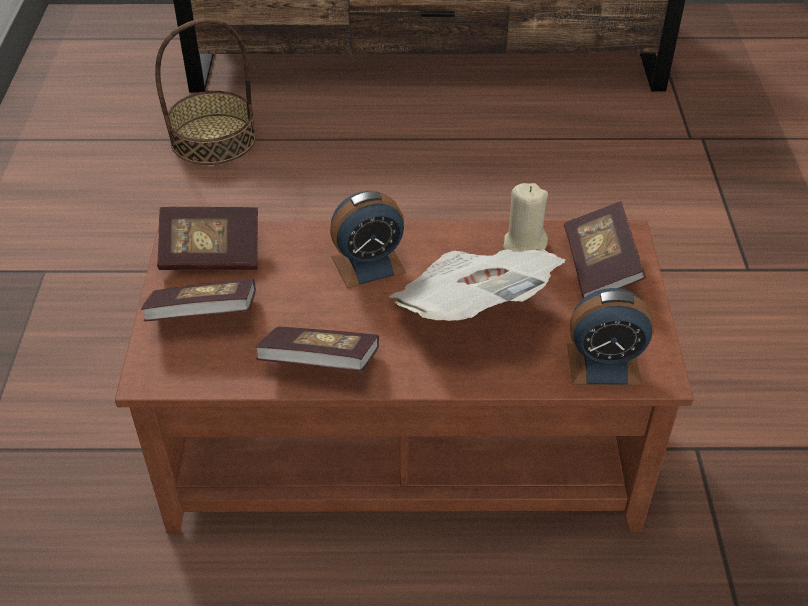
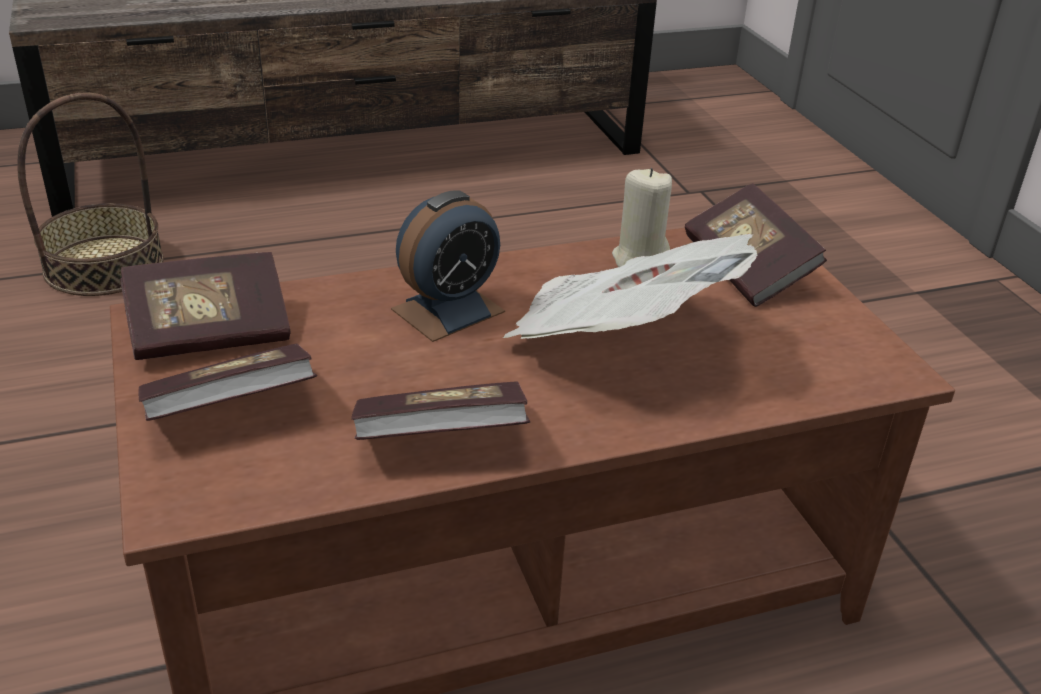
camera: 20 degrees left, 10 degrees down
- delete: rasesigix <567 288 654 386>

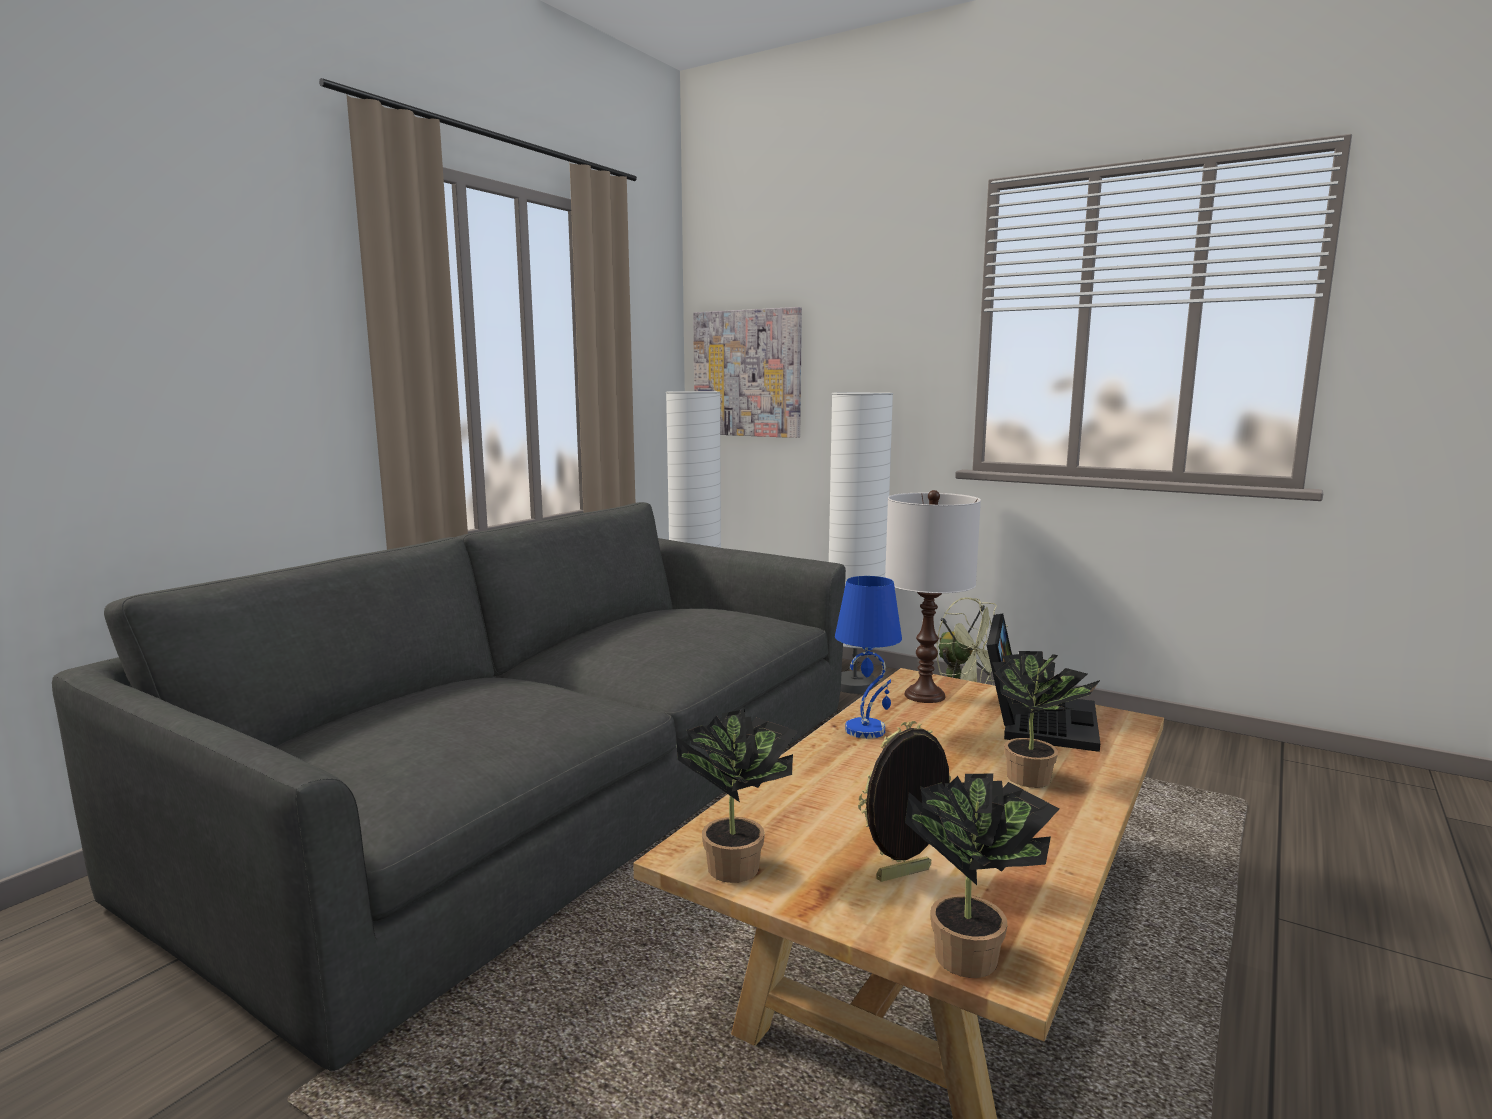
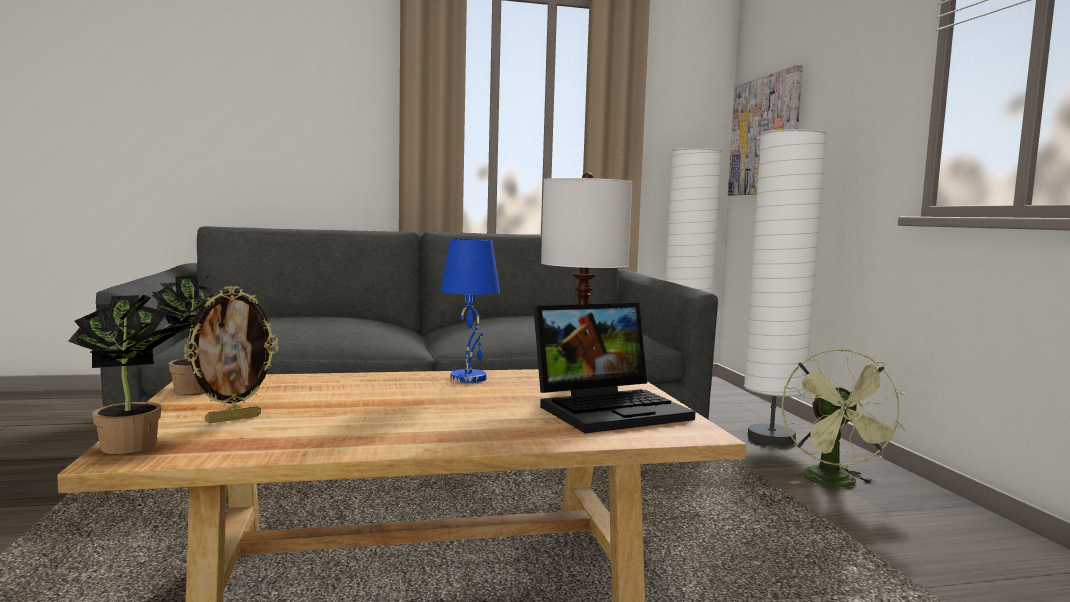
camera: 45 degrees right, 5 degrees down
- rotate: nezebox <858 721 951 882> = <183 286 278 423> 120 degrees clockwise
- delete: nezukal <992 651 1100 788>

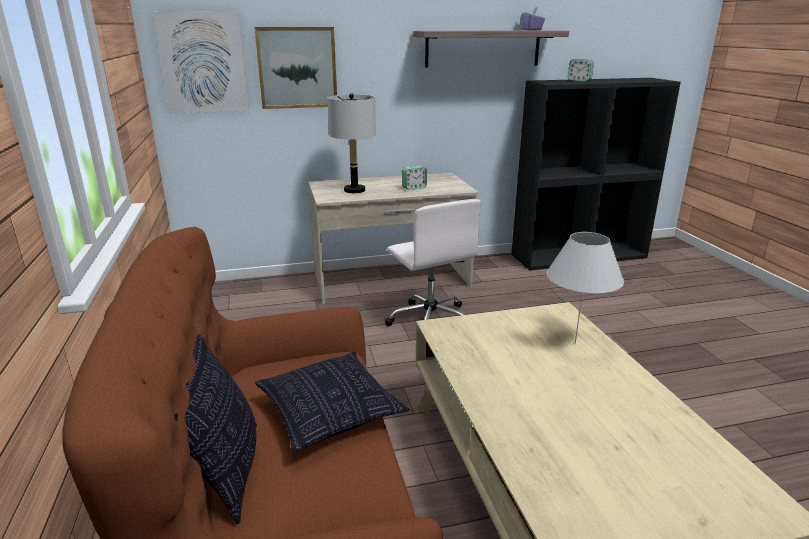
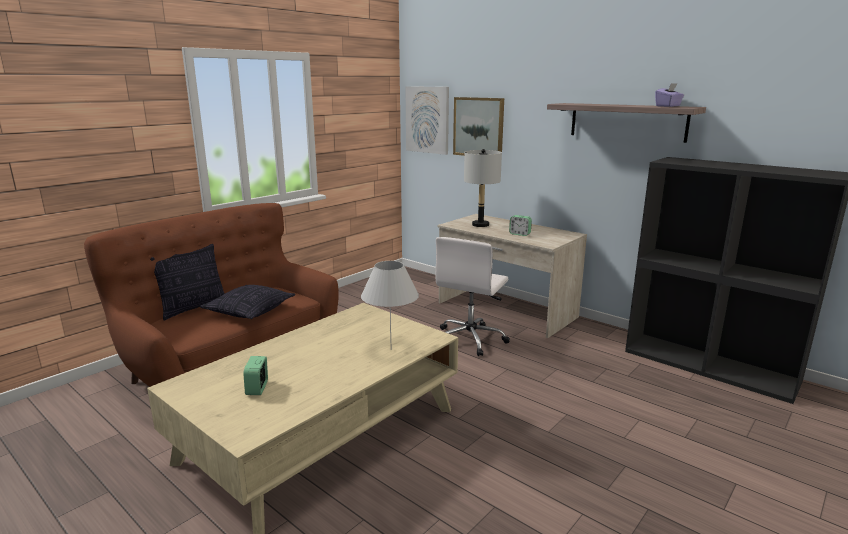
camera: 55 degrees right, 5 degrees down
- move: rasesigix <568 59 594 81> to <243 356 268 395>

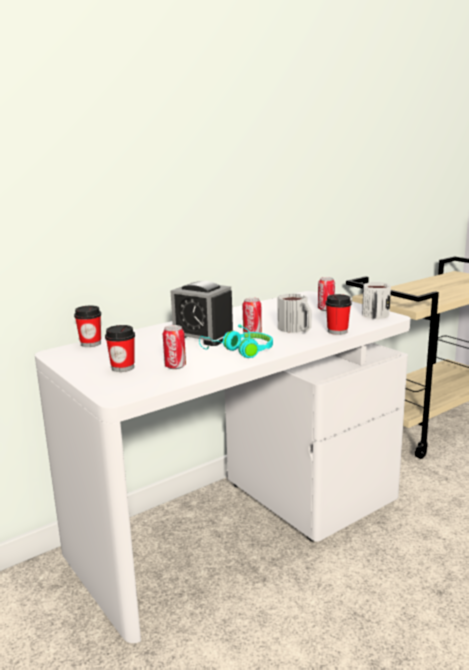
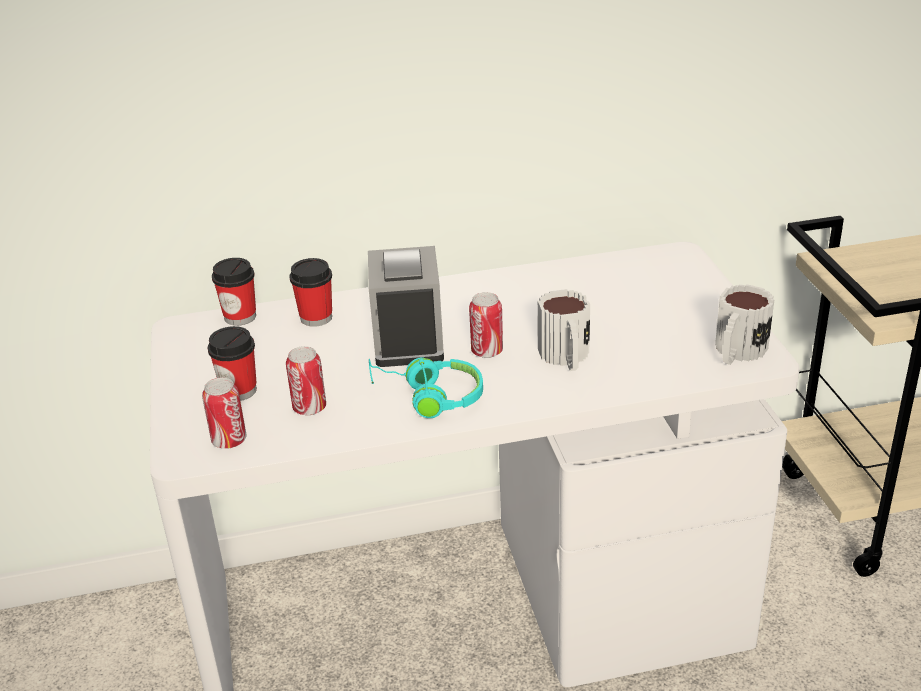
camera: 25 degrees right, 15 degrees up
- move: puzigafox <318 277 335 311> to <202 378 246 449>
- move: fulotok <325 294 352 335> to <289 258 332 327>
- rotate: rasesigix <171 281 235 346> = <368 246 444 367> 150 degrees counterclockwise

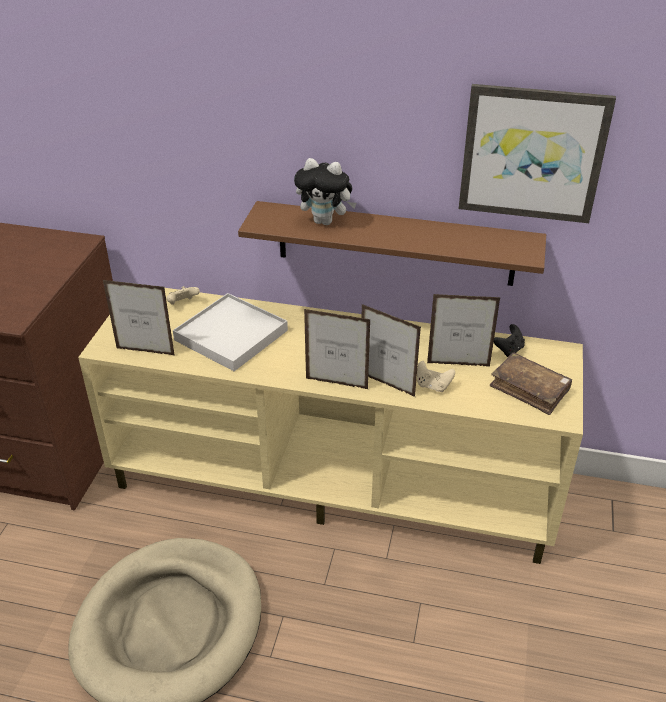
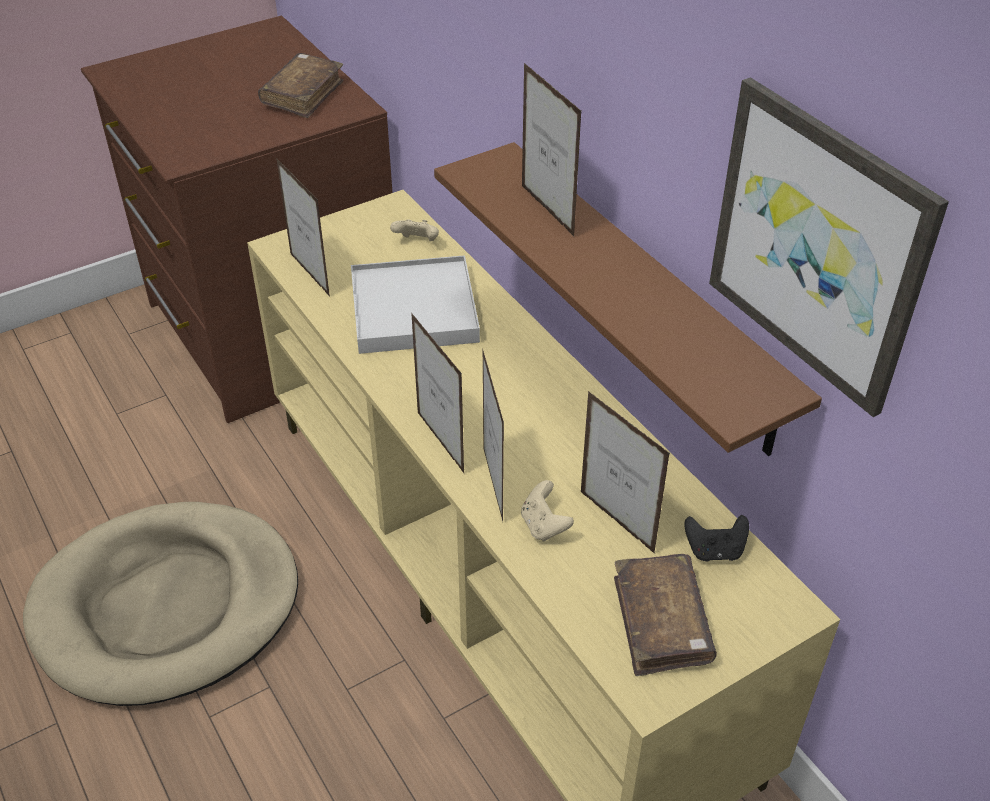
camera: 45 degrees right, 5 degrees up
- insert: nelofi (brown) <258 53 343 118>
- replace: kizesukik <294 158 357 225> to nezebox <522 63 582 237>

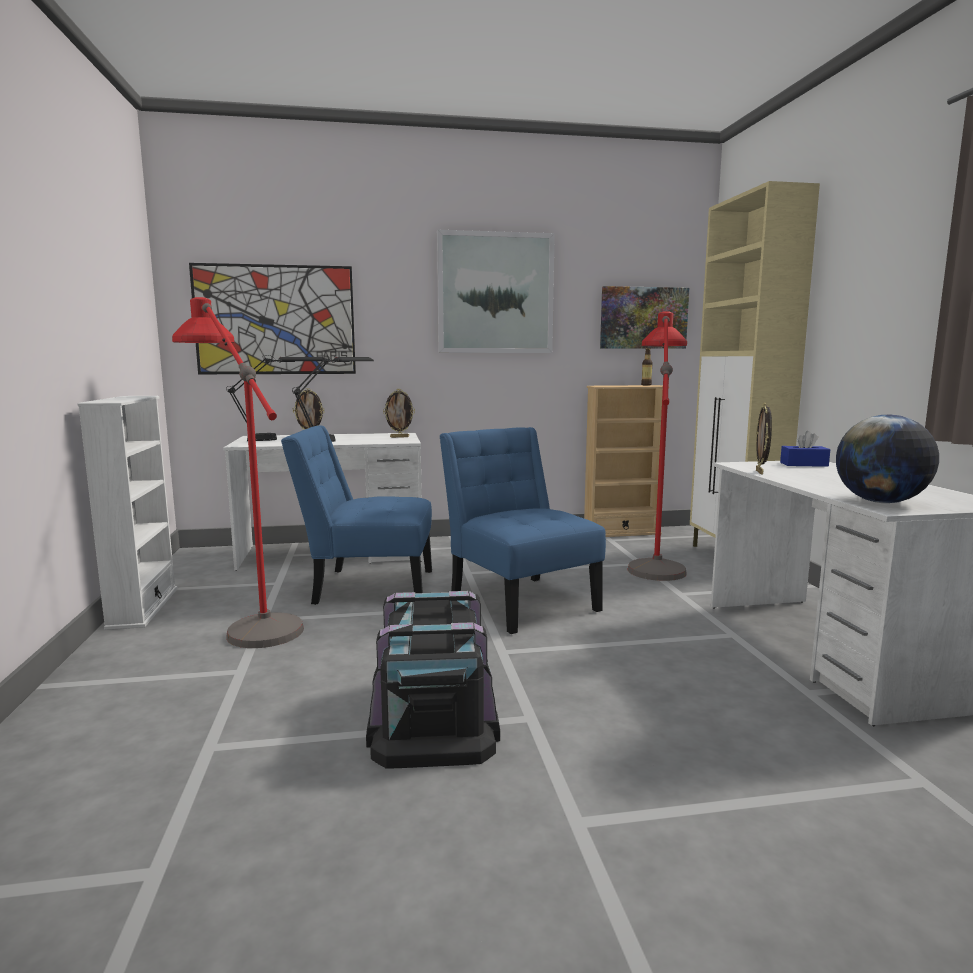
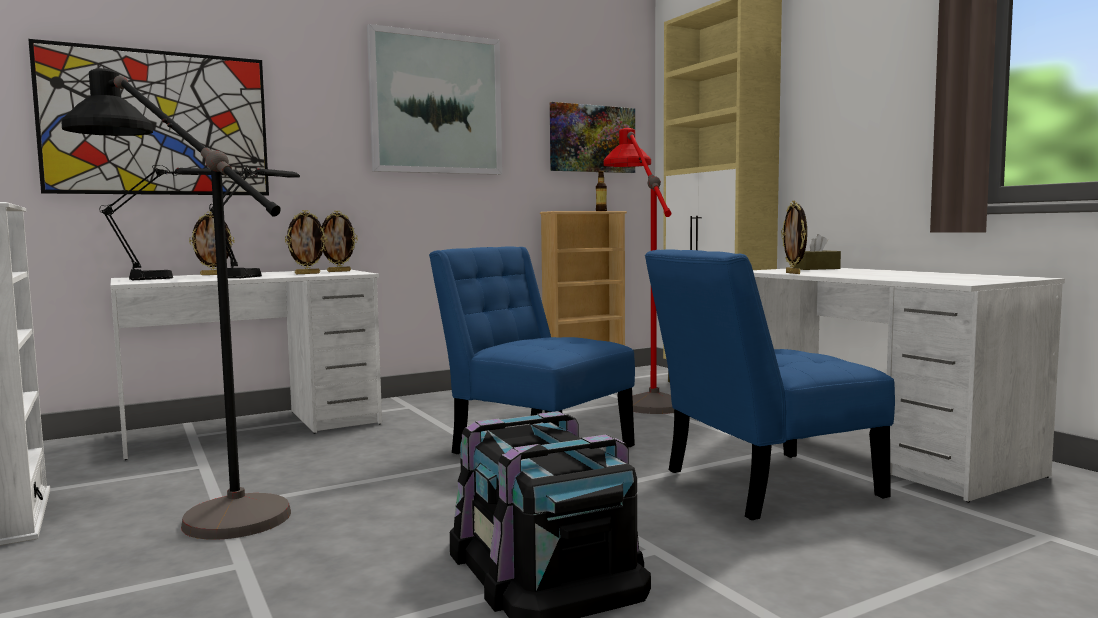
camera: 20 degrees left, 5 degrees down
- recolor: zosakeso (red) <172 297 304 648> to zosakeso (black) <62 68 291 540>
- insert: nezebox <285 210 328 274>
- move: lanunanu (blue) <281 426 432 605> to <645 249 895 520>
- recolor: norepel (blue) <780 431 831 467> to norepel (brown) <793 234 841 270>
- delete: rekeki <836 415 939 503>

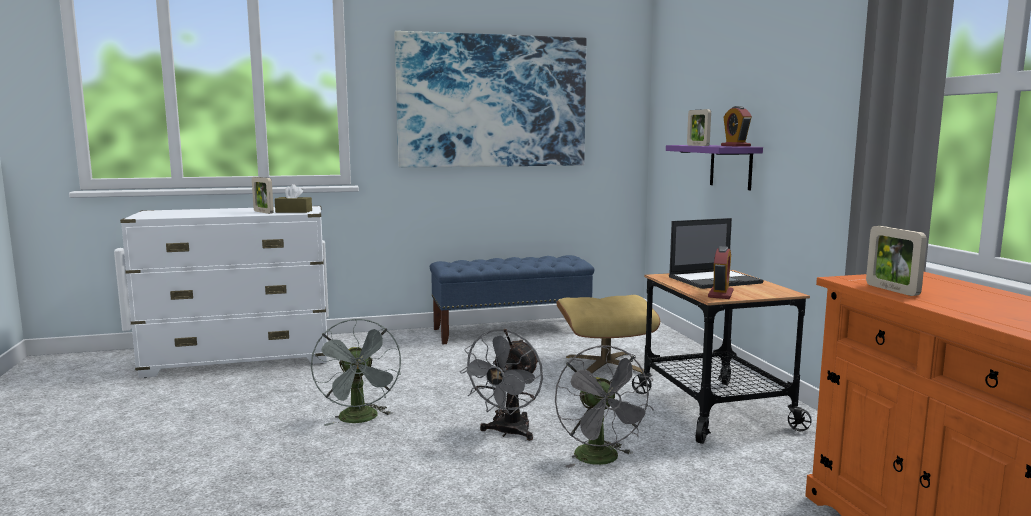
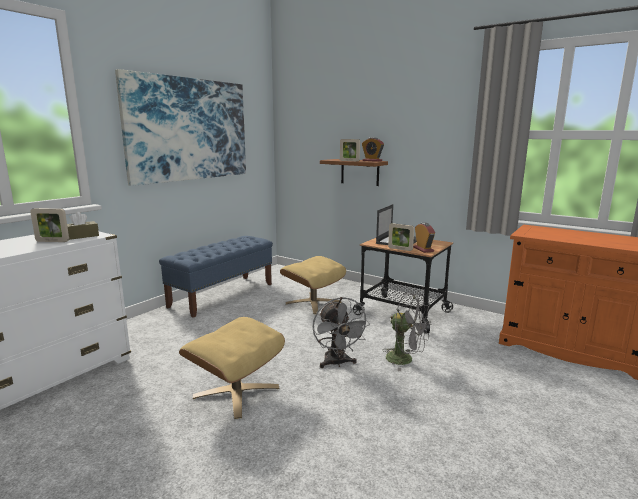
camera: 40 degrees left, 5 degrees up
- replace: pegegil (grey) <311 318 401 426> to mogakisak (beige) <179 317 285 419>
- recolor: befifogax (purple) <666 145 763 190> to befifogax (brown) <320 159 388 186>
- move: nezebox <866 226 927 296> to <388 223 414 251>

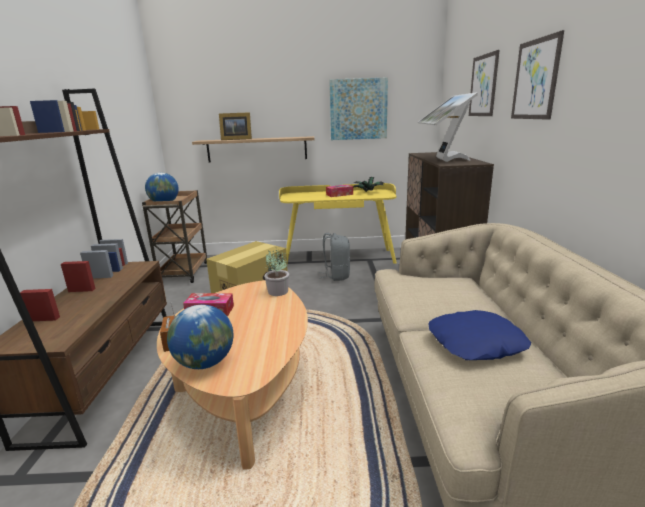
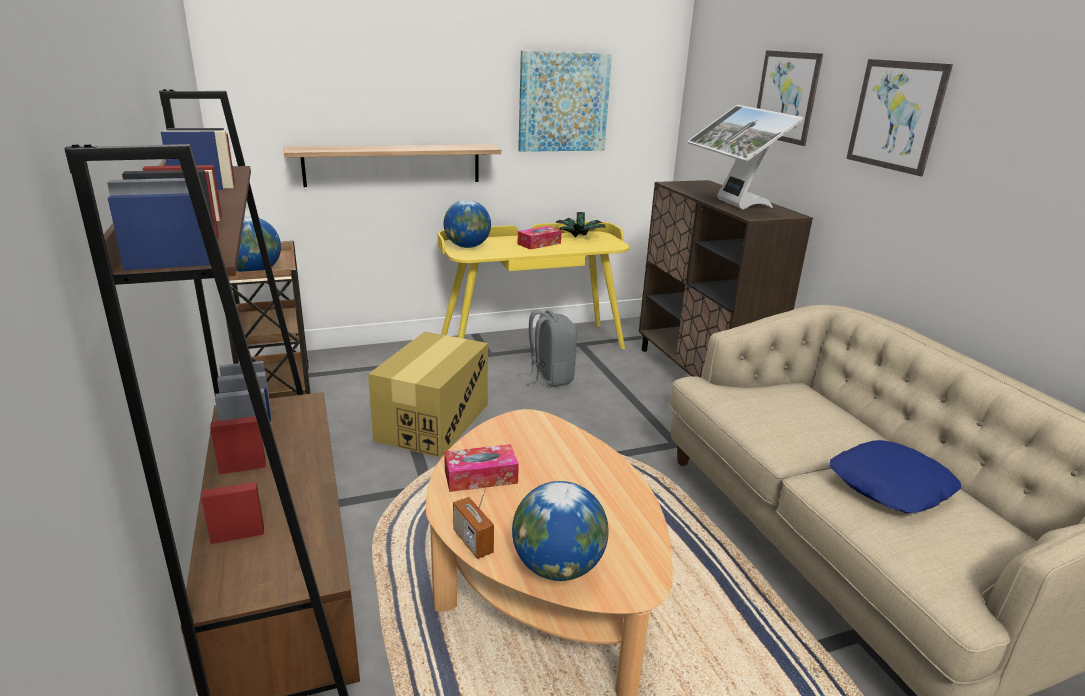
camera: 20 degrees left, 5 degrees up
- insert: rekeki <444 200 491 248>
- delete: nezebox <219 112 252 140>
- delete: nezukal <264 248 289 296>

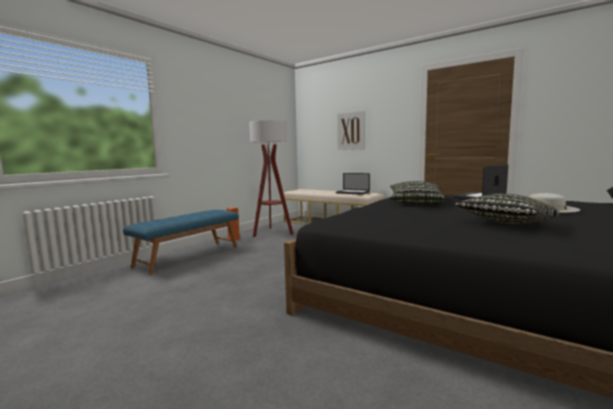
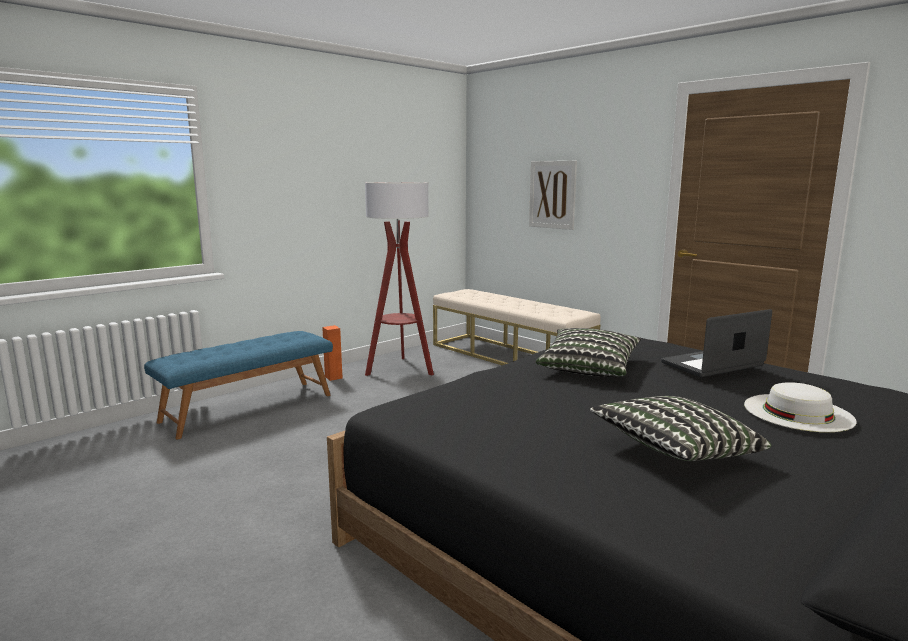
camera: 10 degrees right, 5 degrees up
- delete: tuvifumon <336 173 370 195>

